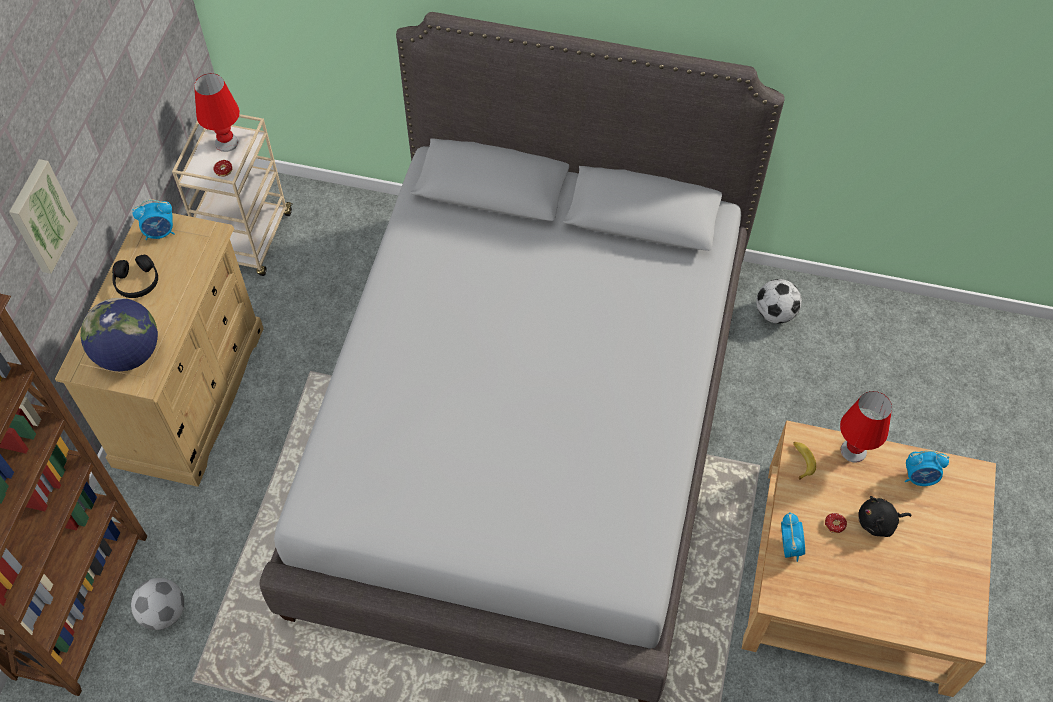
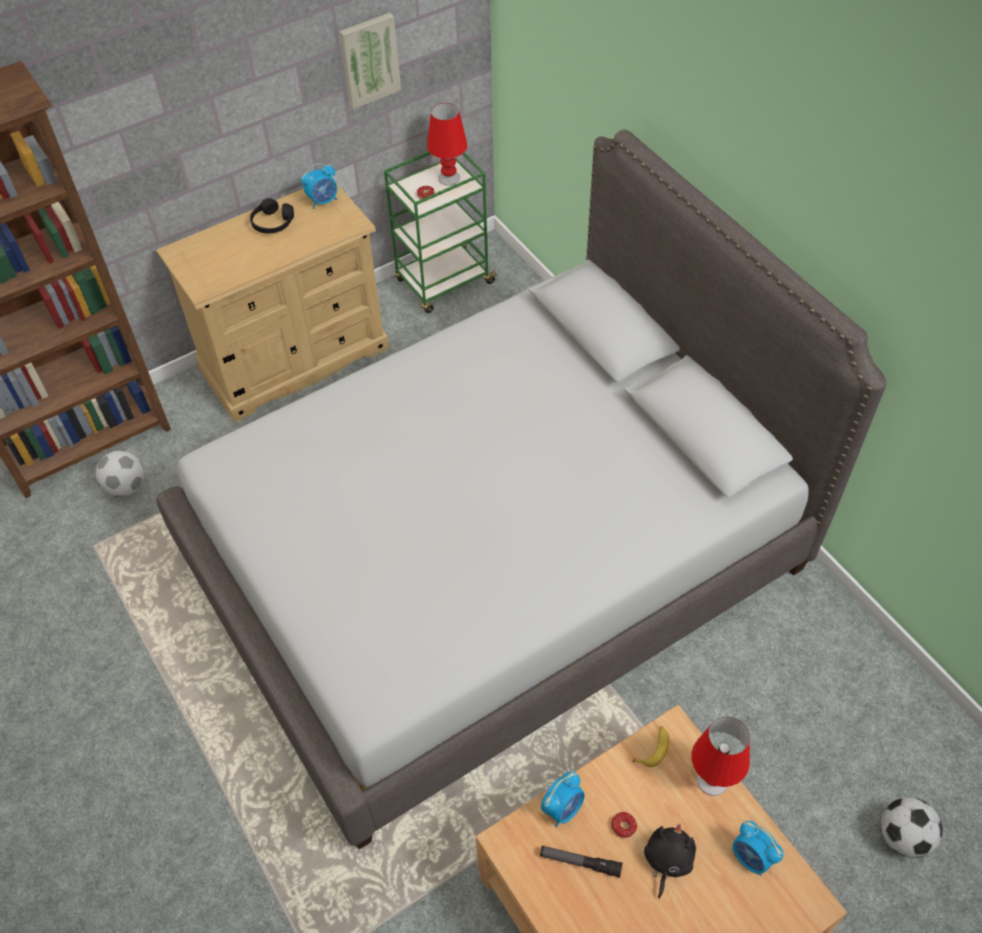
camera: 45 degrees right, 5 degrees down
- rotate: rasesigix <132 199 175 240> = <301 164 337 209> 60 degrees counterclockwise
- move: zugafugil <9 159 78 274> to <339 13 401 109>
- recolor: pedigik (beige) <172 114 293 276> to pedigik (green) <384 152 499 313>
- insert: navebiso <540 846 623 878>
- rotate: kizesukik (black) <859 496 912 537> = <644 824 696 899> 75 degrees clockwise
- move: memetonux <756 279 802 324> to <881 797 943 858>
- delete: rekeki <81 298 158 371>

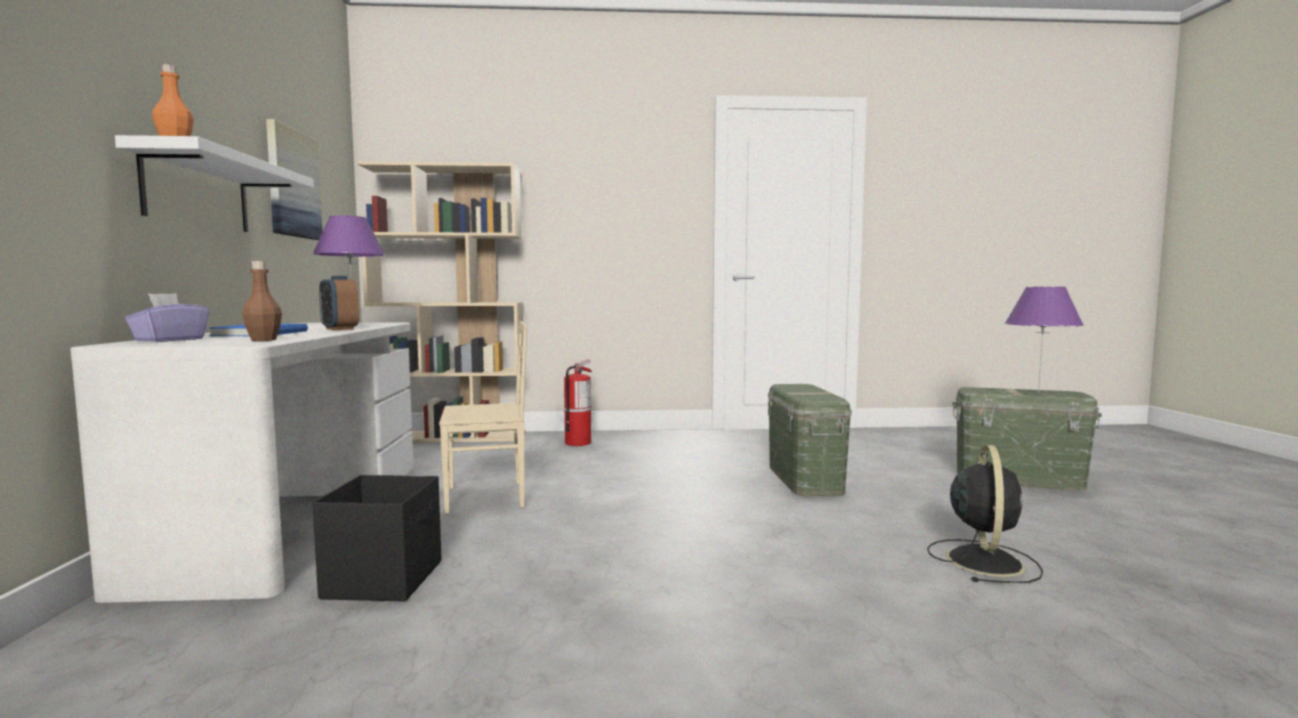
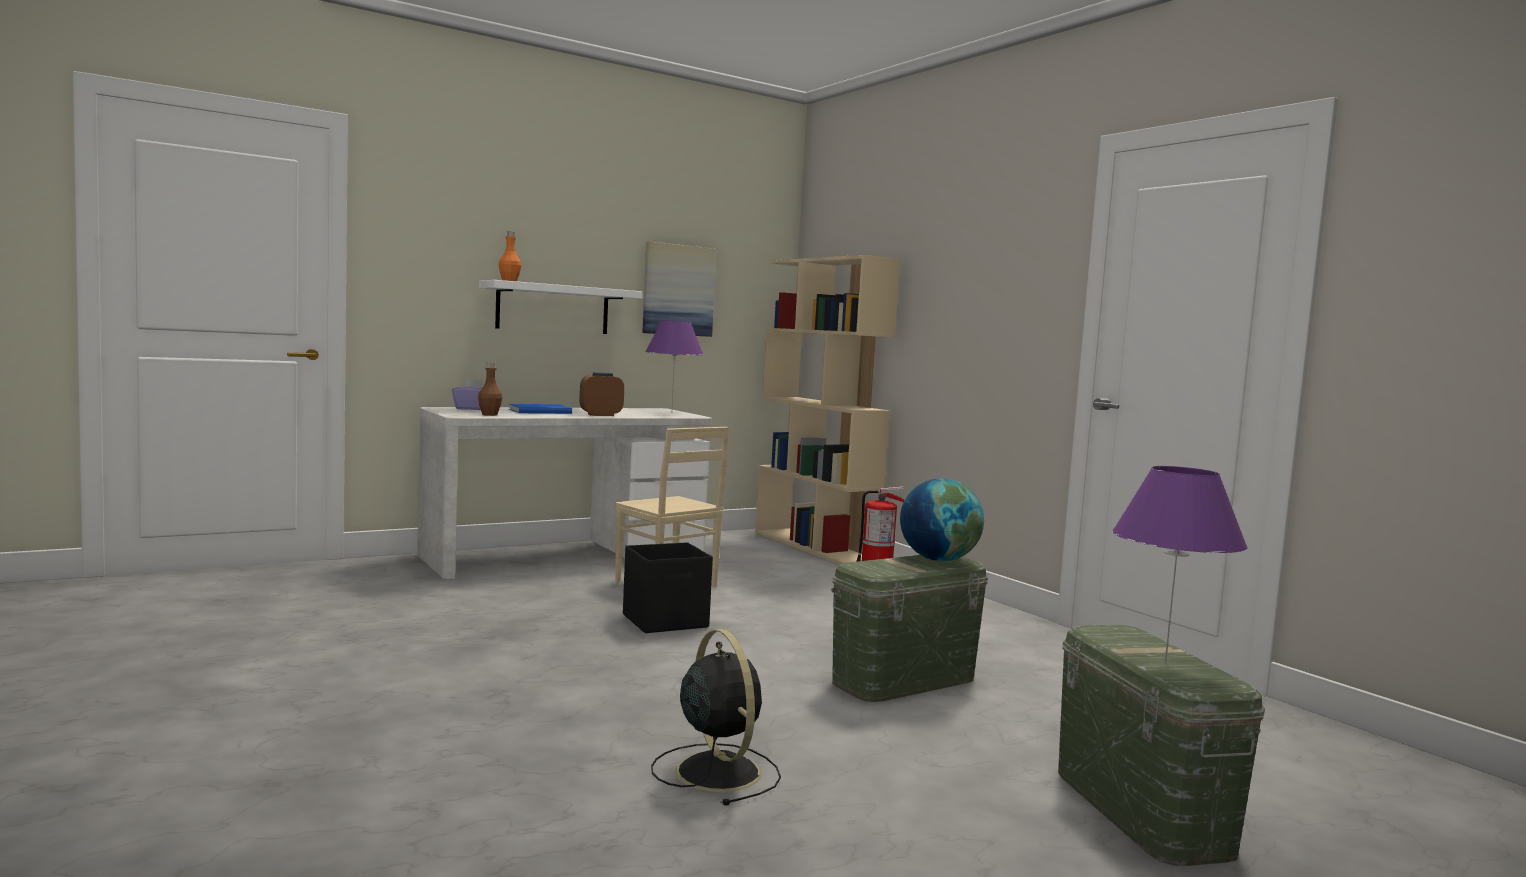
camera: 60 degrees right, 0 degrees up
- rotate: rasesigix <319 276 359 330> = <580 372 624 416> 45 degrees clockwise
- move: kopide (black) <313 475 441 602> to <623 542 713 633>
- rotate: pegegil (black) <927 445 1043 583> = <651 629 781 805> 105 degrees counterclockwise
- insert: rekeki <900 478 984 561>

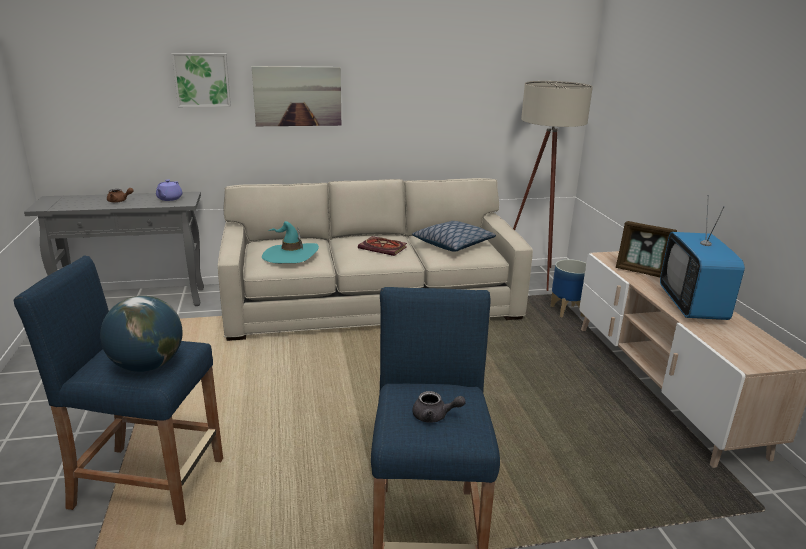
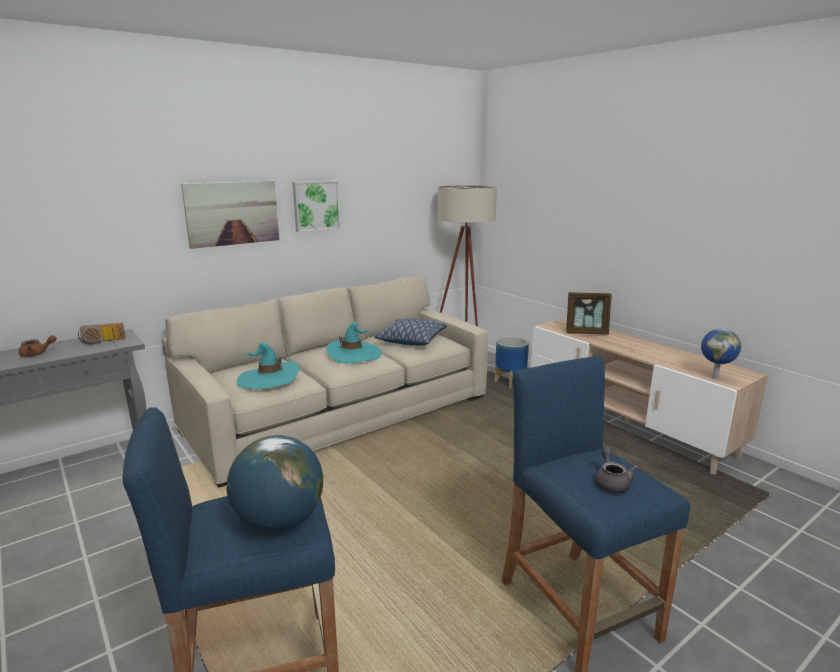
camera: 25 degrees left, 5 degrees down
- replace: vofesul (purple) <156 179 182 201> to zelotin <78 322 126 345>
- move: zugafugil <172 53 231 107> to <293 180 341 232>
- replace: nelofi <358 236 407 256> to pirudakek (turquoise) <326 321 381 364>
- rotate: vofesul (grey) <412 391 466 423> = <595 446 638 493> 75 degrees counterclockwise
- insert: rekeki <701 329 741 379>
- delete: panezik <660 195 745 320>

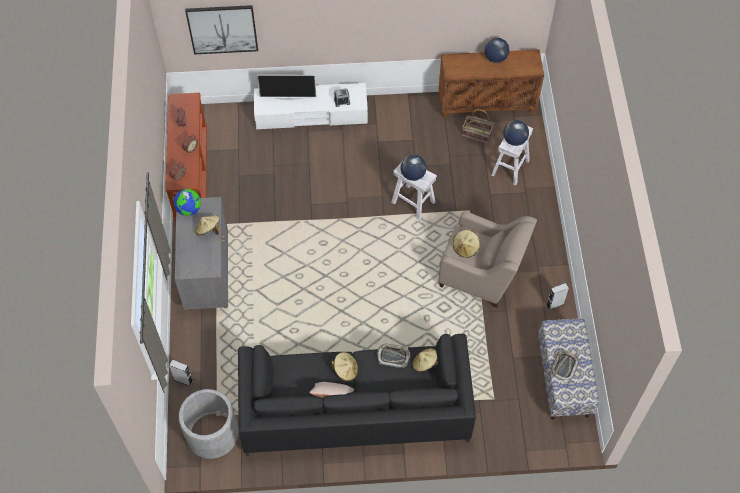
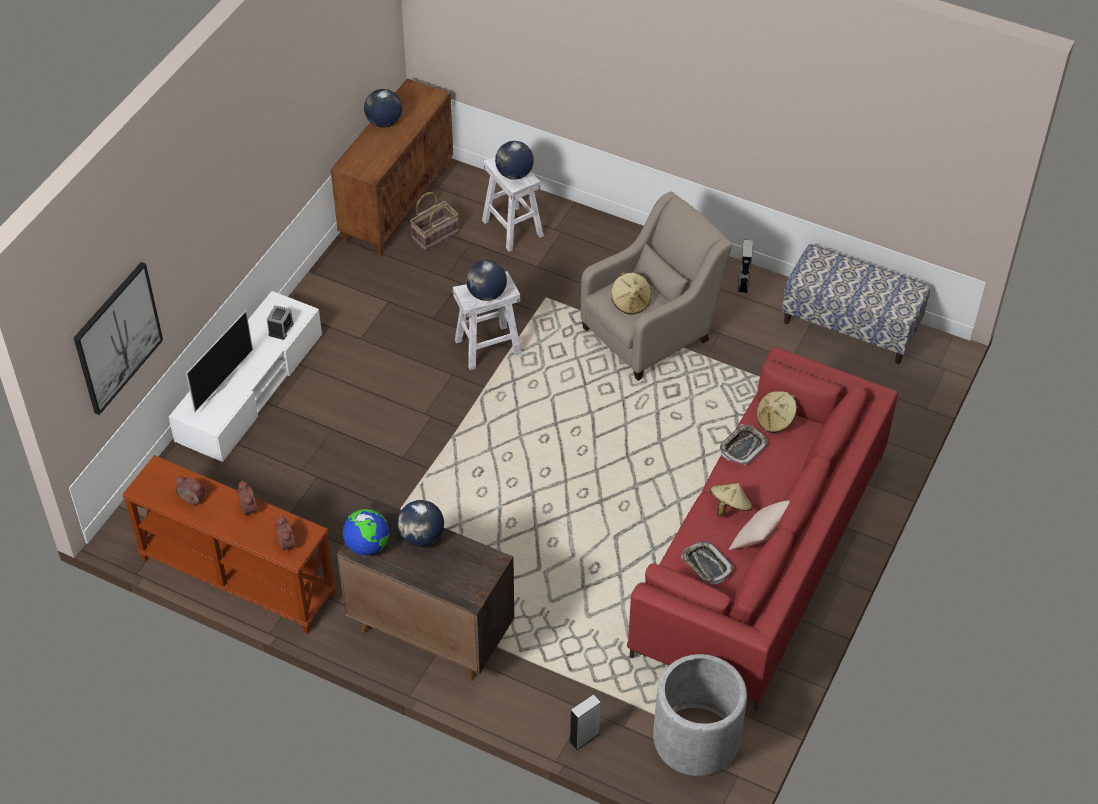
camera: 60 degrees left, 10 degrees down
- recolor: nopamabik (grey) <175 197 228 311> to nopamabik (brown) <337 499 514 681>
- replace: pirudakek (beige) <195 215 220 235> to rekeki <397 500 444 547>
- recolor: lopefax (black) <238 334 476 456> to lopefax (red) <627 348 898 712>
- move: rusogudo <551 350 579 381> to <681 541 733 584>

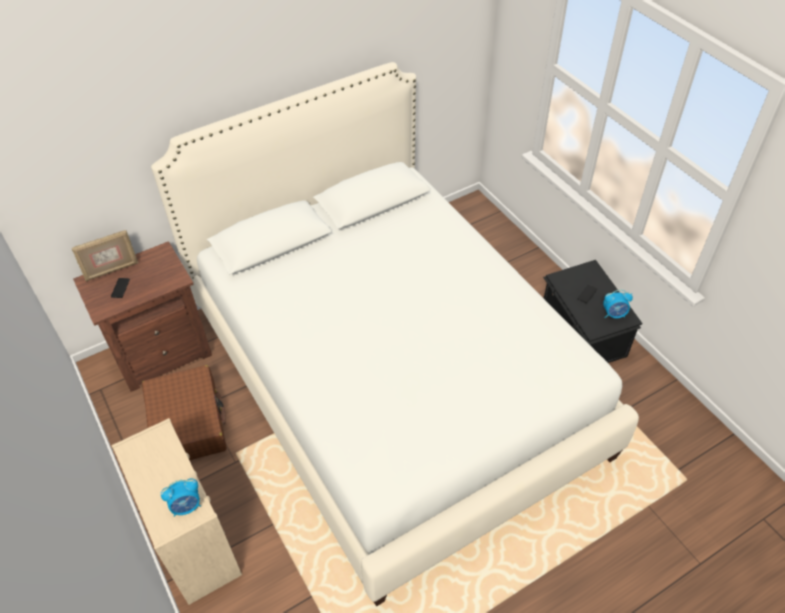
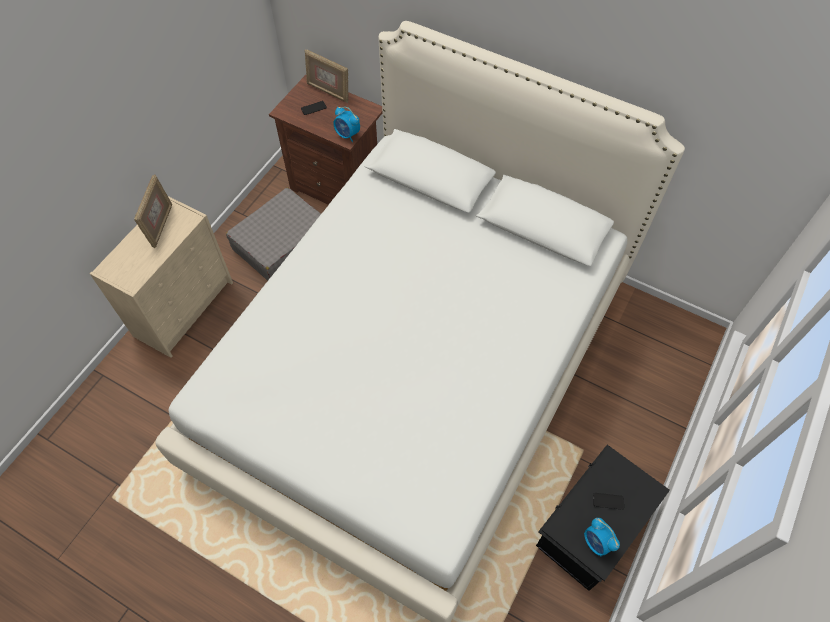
camera: 60 degrees right, 10 degrees up
- insert: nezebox <134 174 172 248>
- recolor: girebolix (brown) <142 365 227 460> to girebolix (grey) <226 188 321 281>
- move: rasesigix <161 478 201 517> to <333 107 360 142>

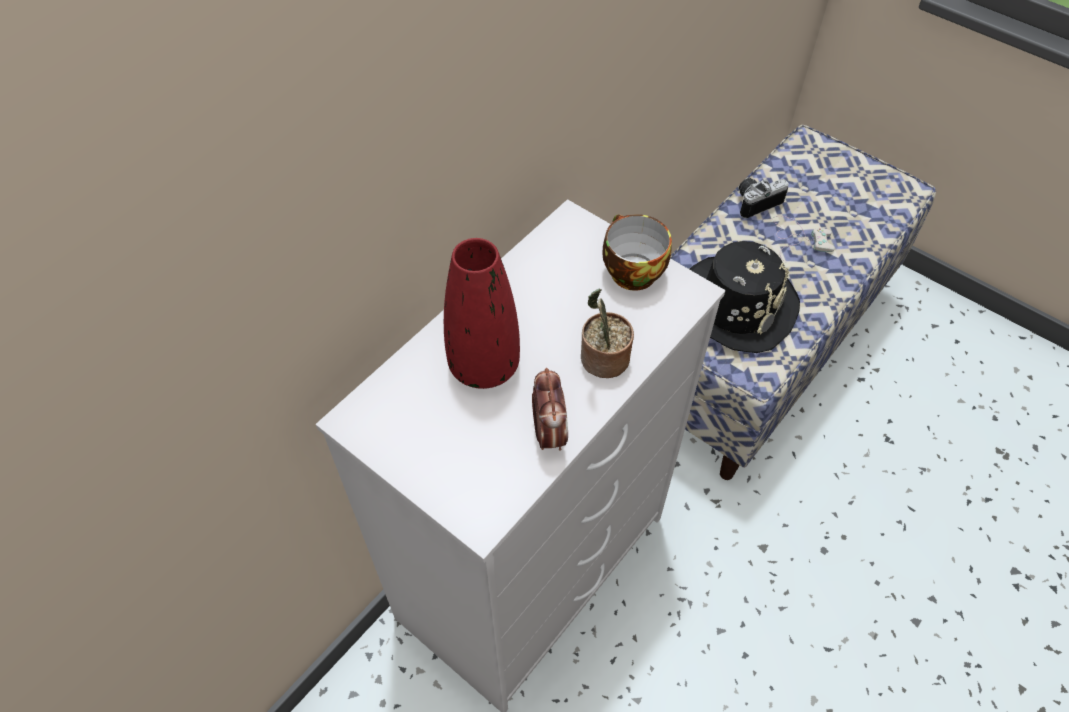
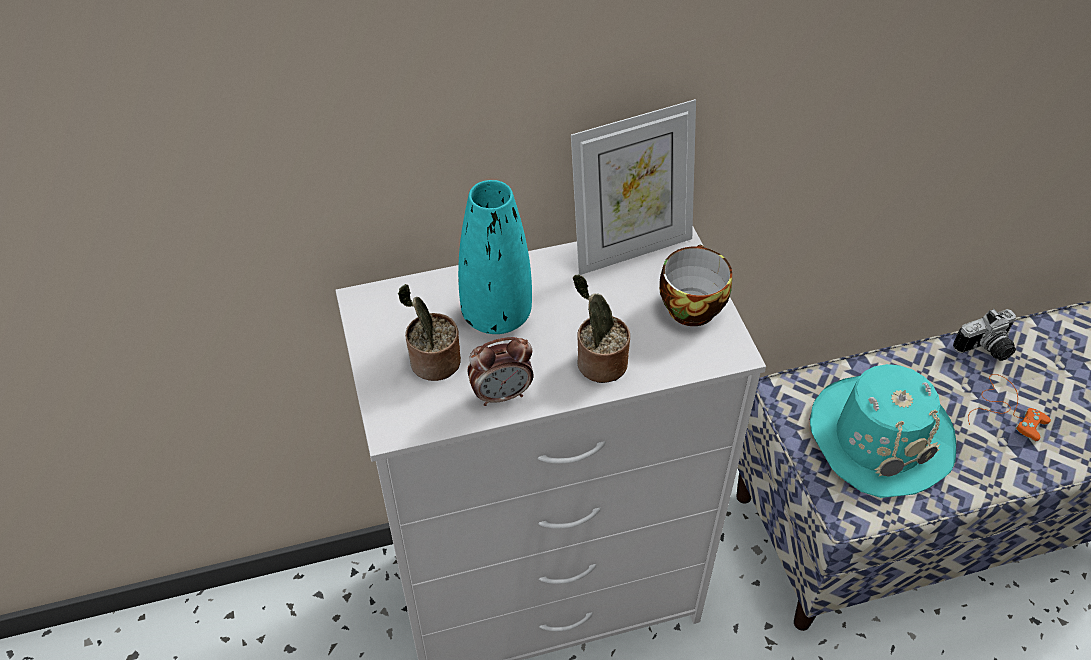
camera: 35 degrees right, 5 degrees down
- insert: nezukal <397 284 461 381>
- recolor: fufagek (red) <444 238 520 389> to fufagek (turquoise) <458 180 532 334>
- rotate: rasesigix <532 368 568 451> = <467 337 533 406> 45 degrees clockwise
- insert: nezebox <571 99 696 275>
- recolor: pirudakek (black) <689 241 800 353> to pirudakek (turquoise) <810 364 956 498>
- rotate: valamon <739 178 789 219> = <953 309 1016 361> 150 degrees clockwise
- recolor: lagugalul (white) <772 216 835 262> to lagugalul (orange) <968 374 1051 441>

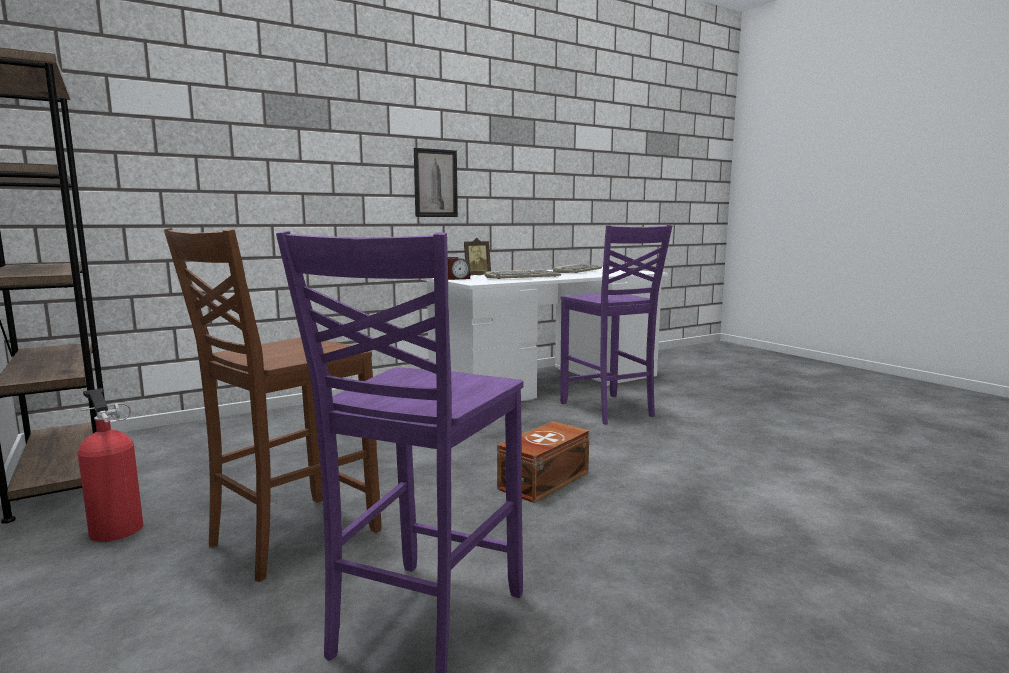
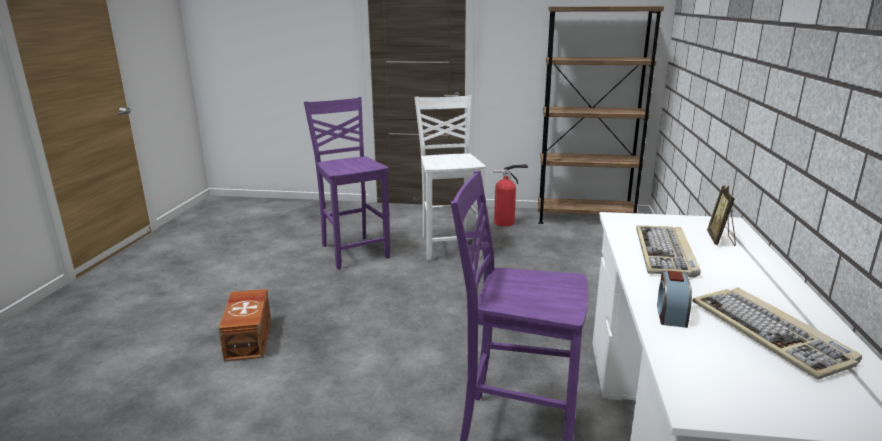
camera: 130 degrees right, 10 degrees up
- move: kopide (brown) <497 421 590 503> to <218 289 271 362>
- recolor: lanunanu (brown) <164 228 381 582> to lanunanu (white) <415 95 486 260>
- move: rasesigix <448 257 470 280> to <657 271 692 328>
- delete: zugafugil <414 148 458 217>

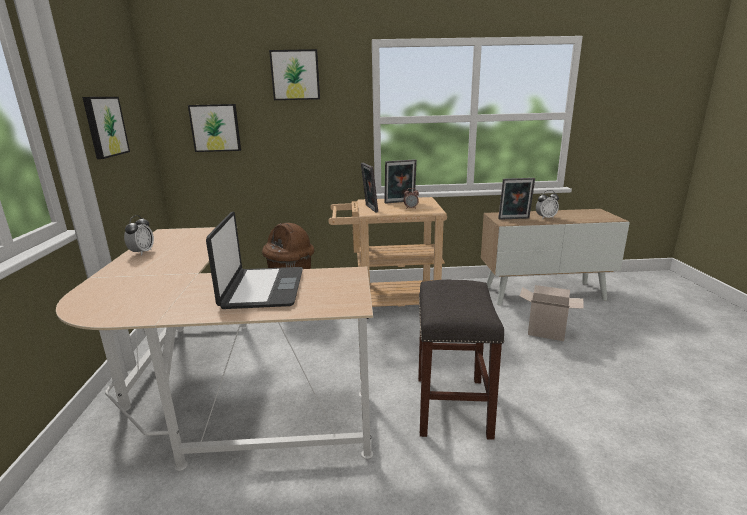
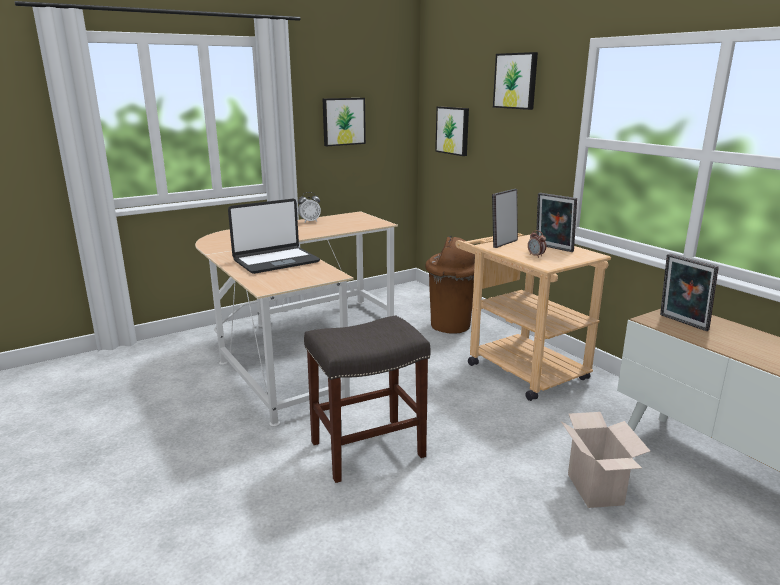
camera: 60 degrees right, 0 degrees up
- delete: rasesigix <536 190 559 219>

